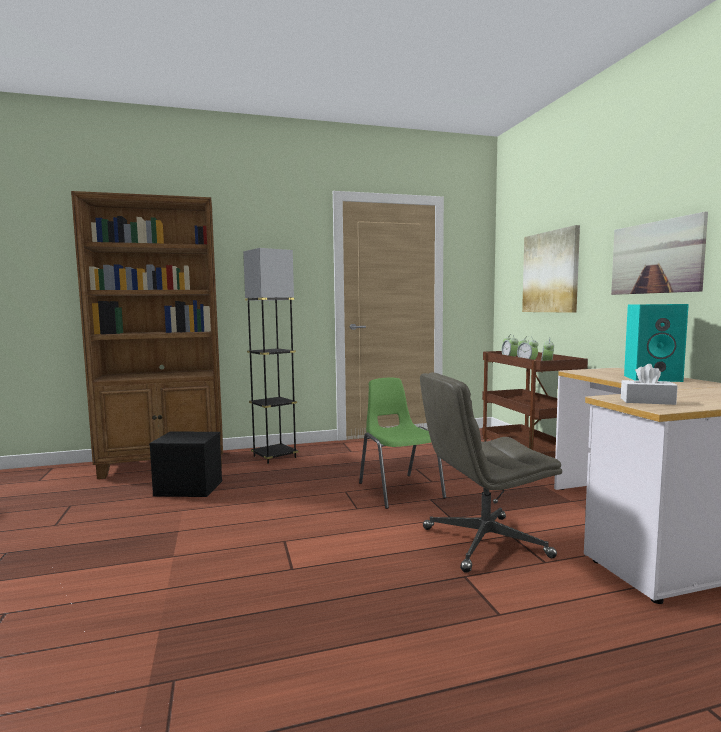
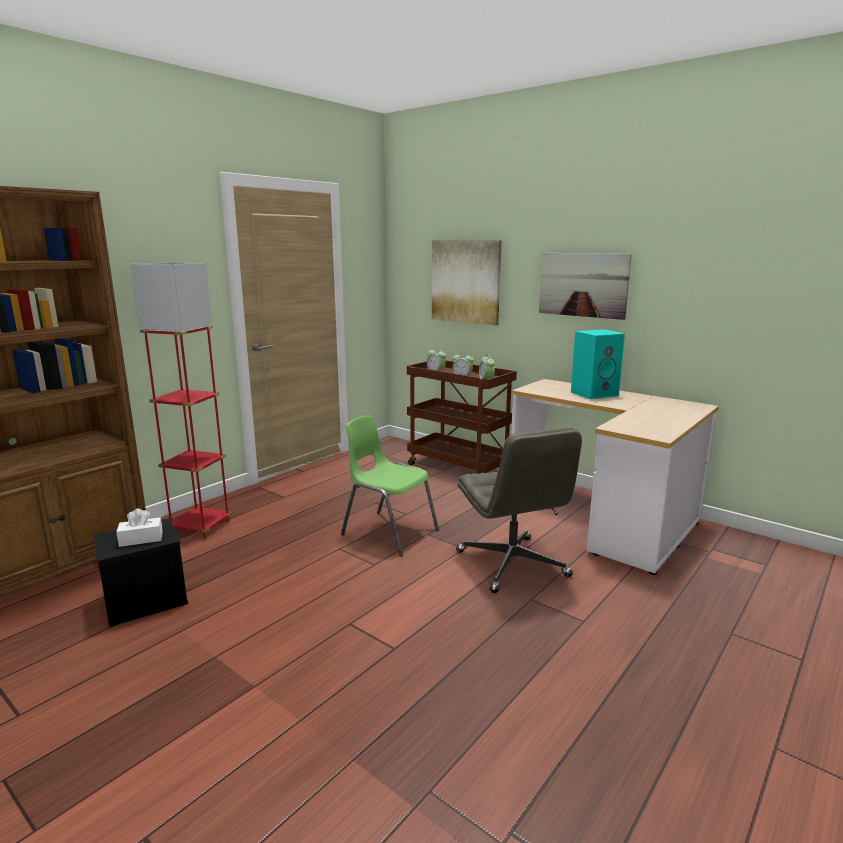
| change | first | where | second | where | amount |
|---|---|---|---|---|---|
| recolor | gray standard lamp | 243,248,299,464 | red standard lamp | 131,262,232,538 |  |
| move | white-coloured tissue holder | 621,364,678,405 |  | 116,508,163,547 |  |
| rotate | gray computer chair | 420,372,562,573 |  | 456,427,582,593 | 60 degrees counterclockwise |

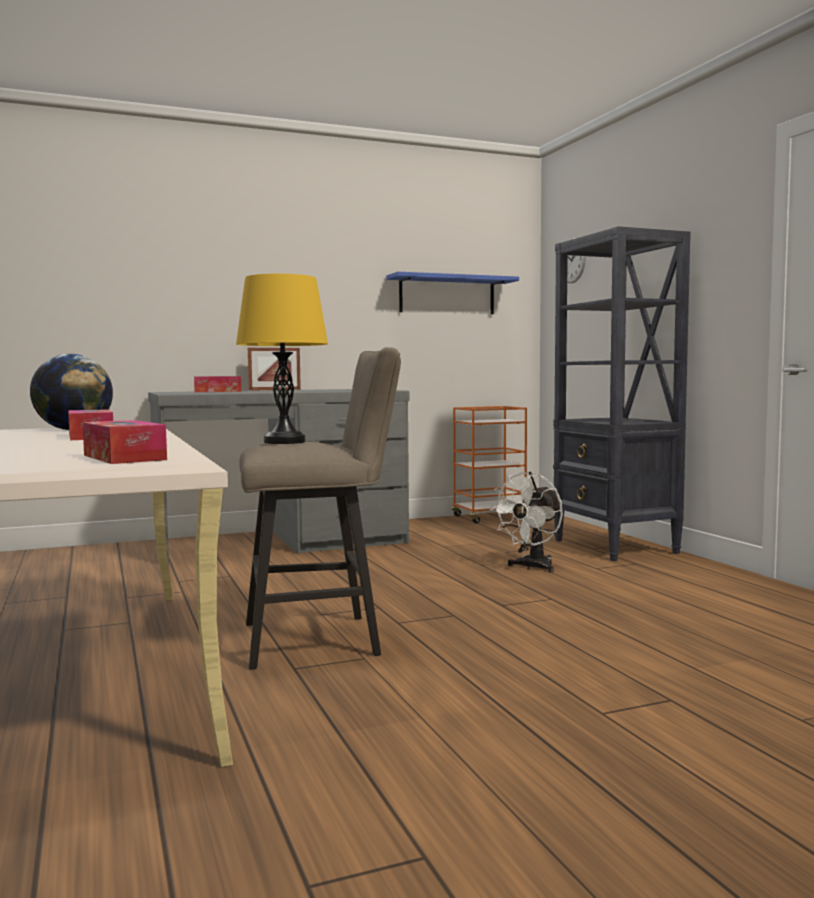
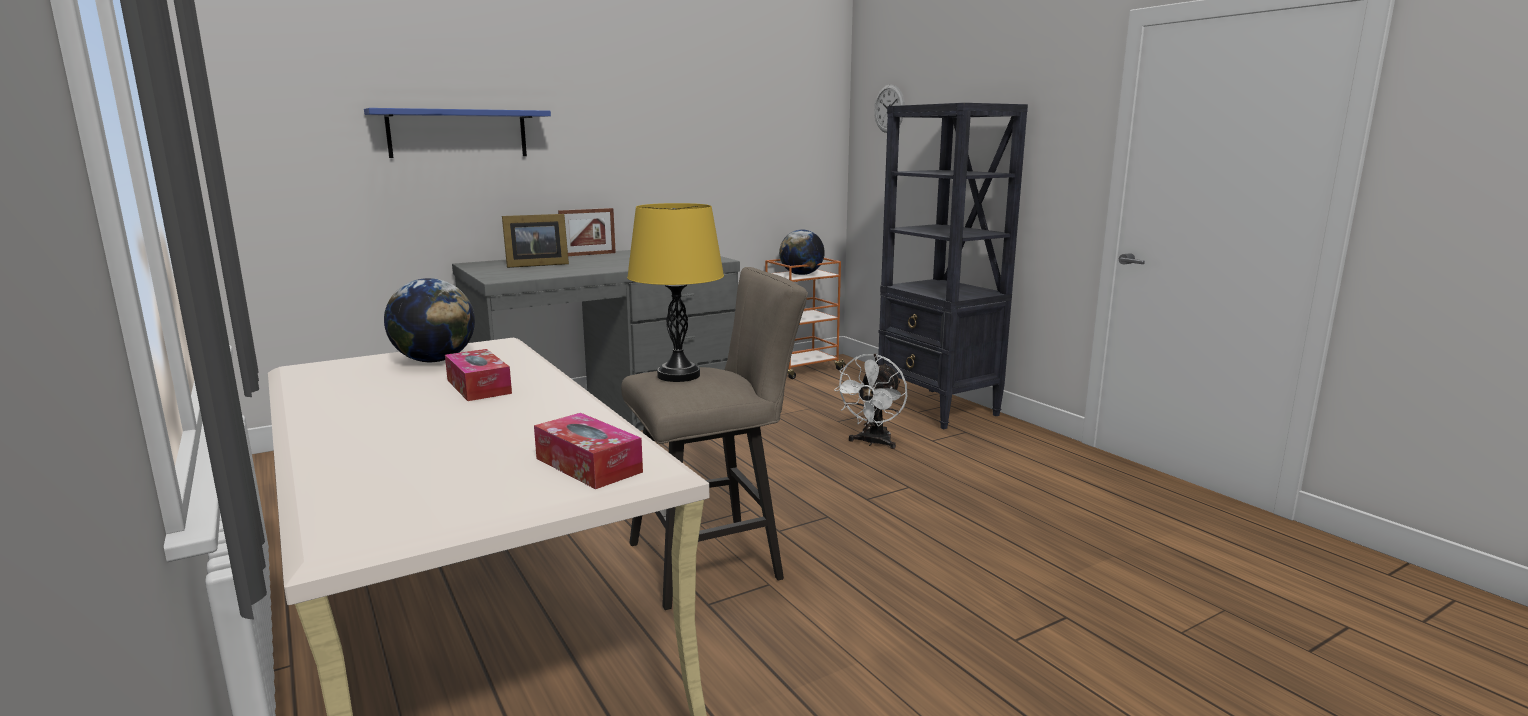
| change | first | where | second | where | amount |
|---|---|---|---|---|---|
| move | blue-coloured wall shelf | 386,272,519,314 |  | 364,108,551,158 |  |
| replace | tissue holder | 194,376,241,392 | standing frame | 502,214,569,268 |  |
| insert |  |  | desk globe | 779,229,825,275 |  |

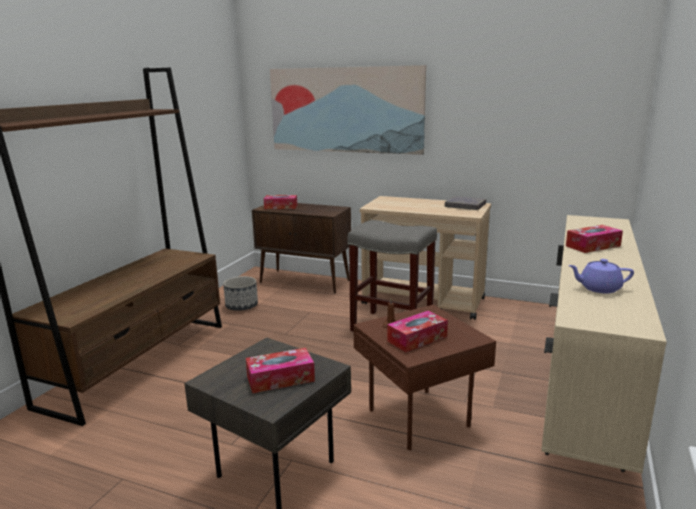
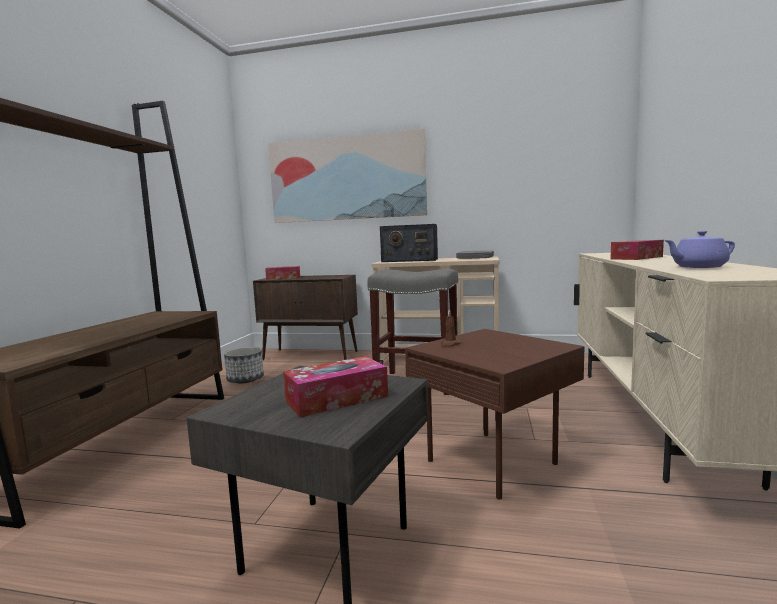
| change | first | where | second | where | amount |
|---|---|---|---|---|---|
| delete | tissue holder | 387,311,448,352 |  |  |  |
| insert |  |  | radio set | 380,224,438,262 |  |

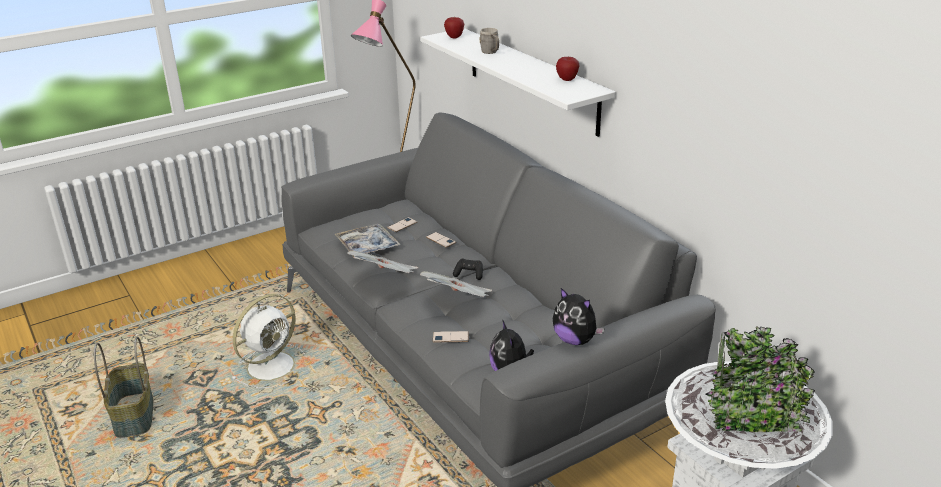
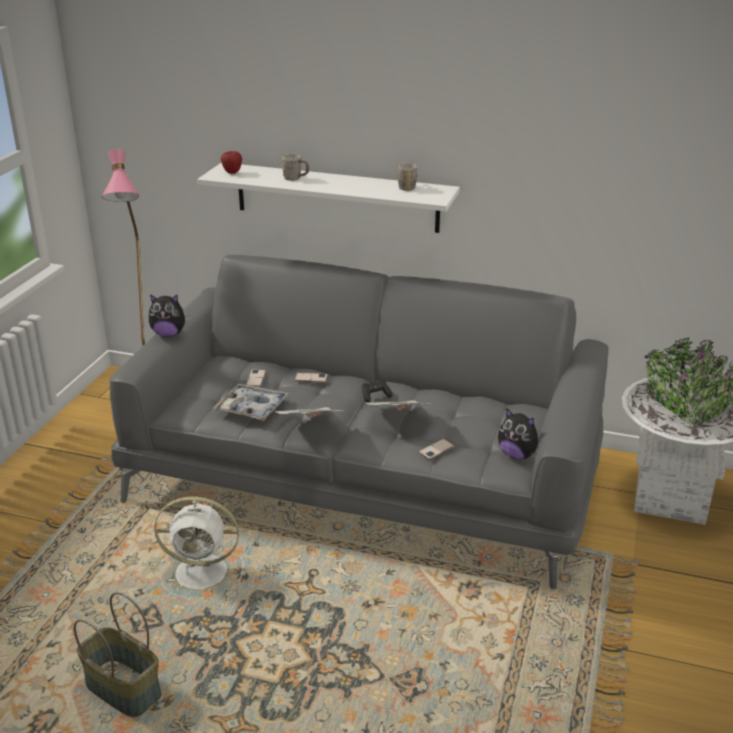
| change | first | where | second | where | amount |
|---|---|---|---|---|---|
| replace | apple | 556,57,580,81 | gray coffee mug | 397,163,418,191 |  |
| move | cuddly toy | 553,288,605,345 |  | 149,294,190,337 |  |
| rotate | white-coloured cooling fan | 231,294,305,389 |  | 154,497,244,599 | 90 degrees clockwise |

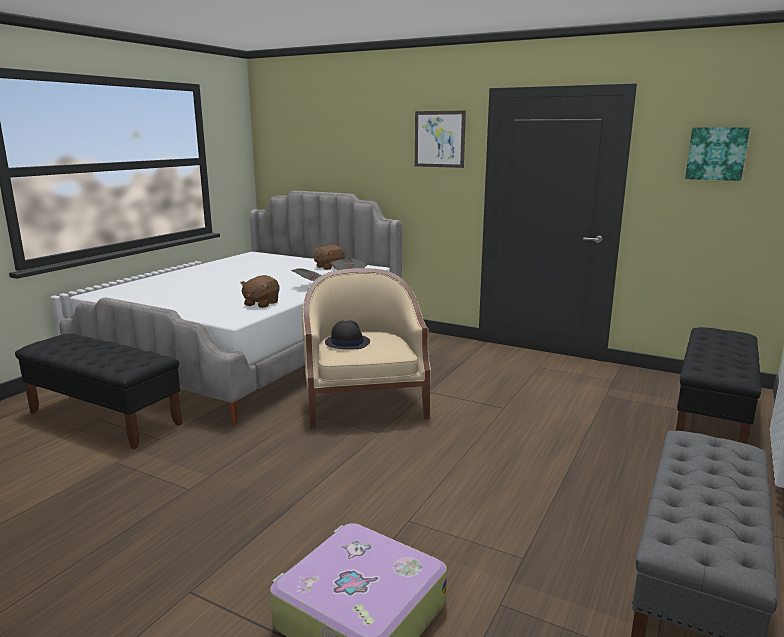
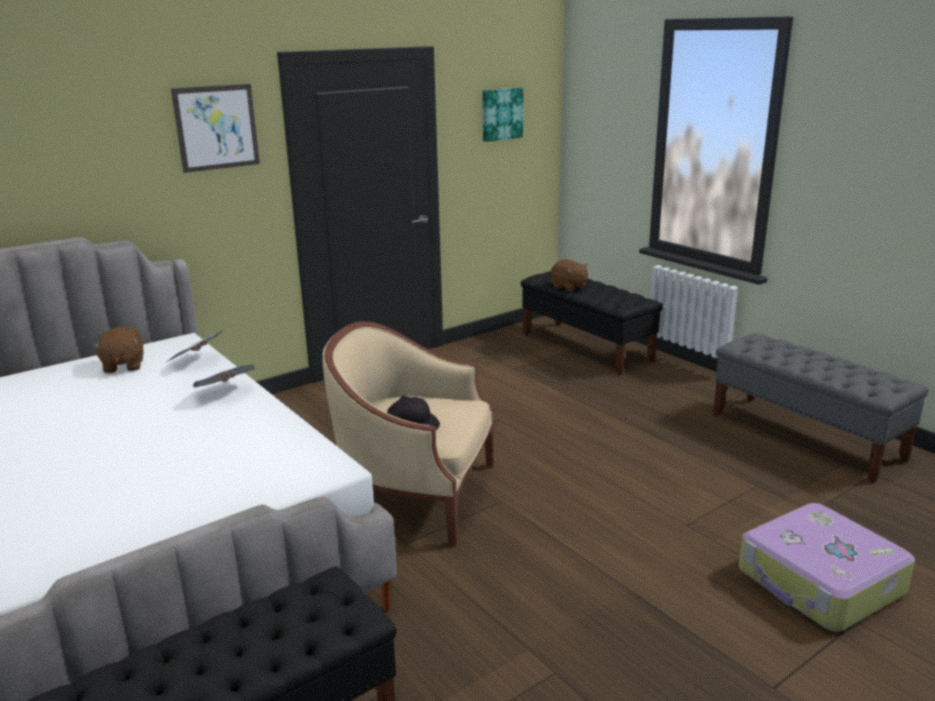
| change | first | where | second | where | amount |
|---|---|---|---|---|---|
| move | brown cuddly toy | 240,275,279,308 |  | 551,259,588,291 |  |

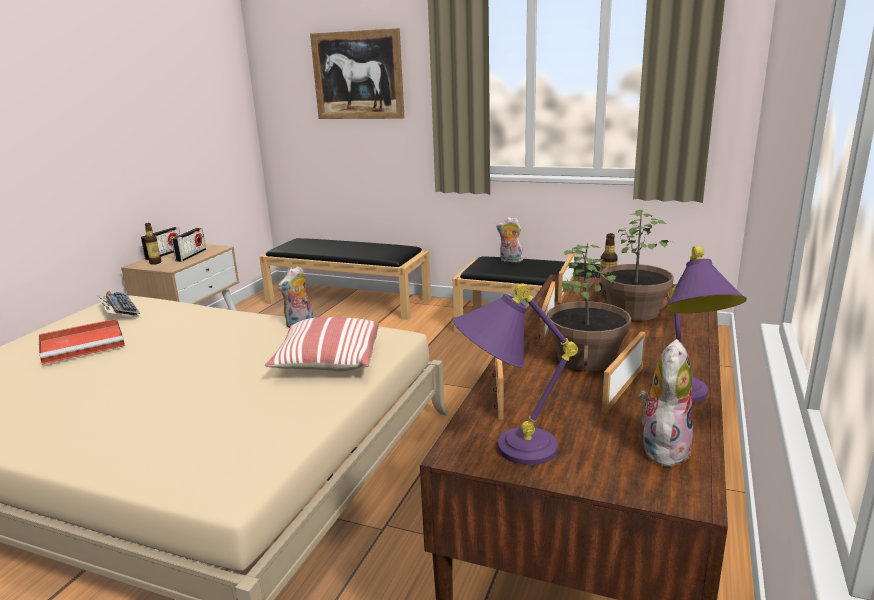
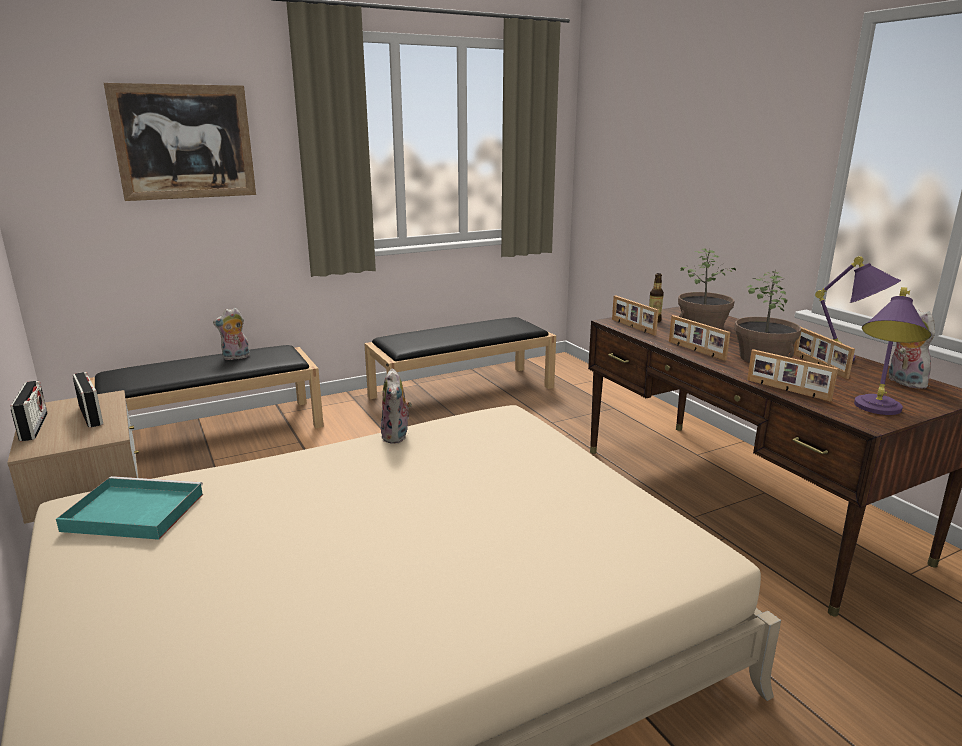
| change | first | where | second | where | amount |
|---|---|---|---|---|---|
| move | cuddly toy | 496,217,523,262 |  | 213,308,250,360 |  |
| delete | beverage bottle | 145,223,161,265 |  |  |  |
| replace | PC keyboard | 97,291,140,317 | blue-green tray | 56,476,203,540 |  |
| delete | pillow | 265,317,379,371 |  |  |  |
| delete | red tray | 39,319,125,364 |  |  |  |

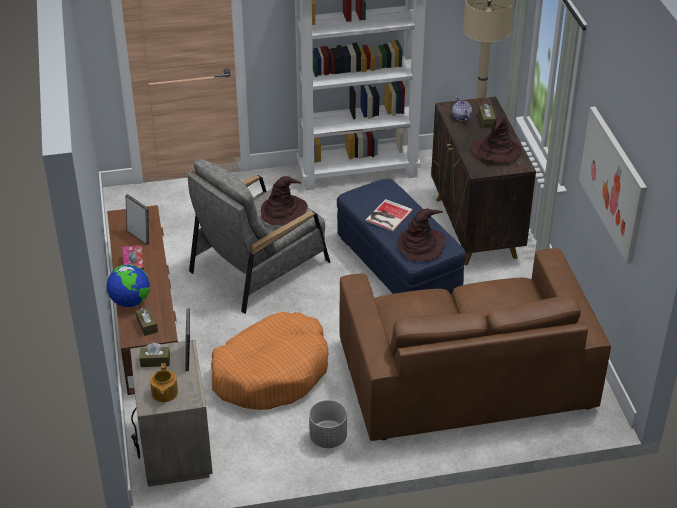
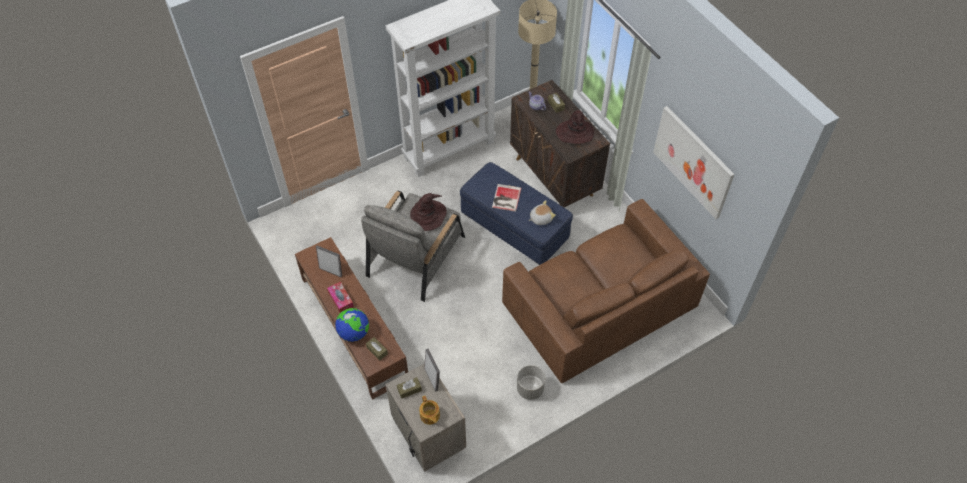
| change | first | where | second | where | amount |
|---|---|---|---|---|---|
| replace | brown wearable hat | 397,208,446,261 | cuddly toy | 529,200,556,225 |  |
| delete | orangey pet bed | 211,311,329,410 |  |  |  |

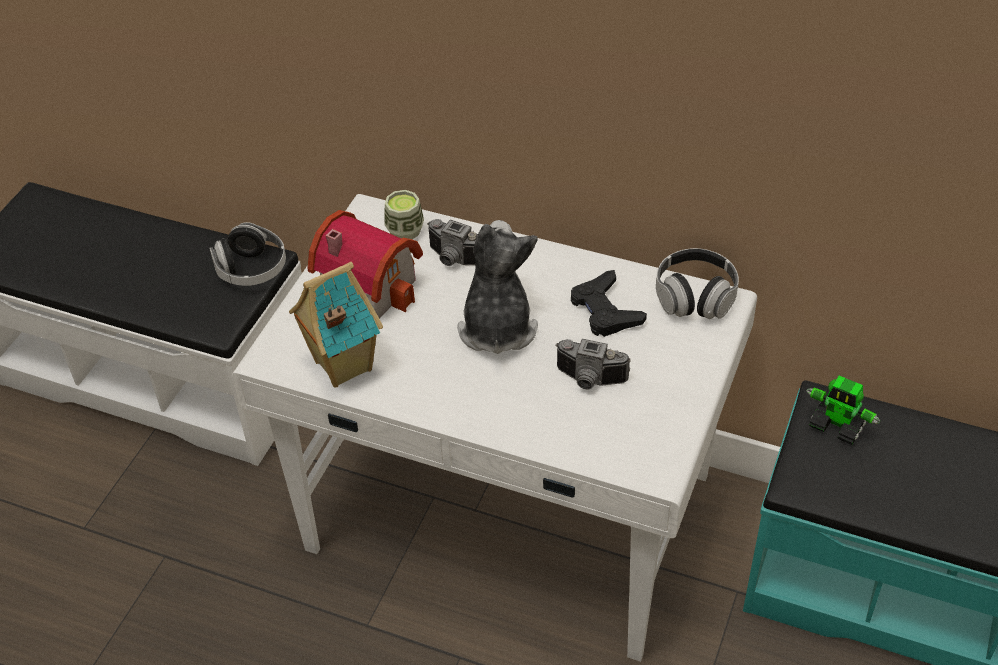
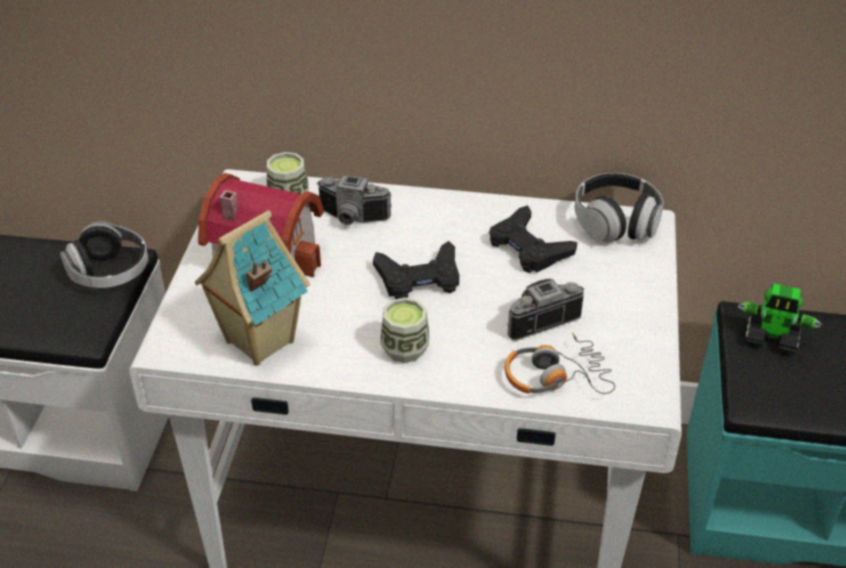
| change | first | where | second | where | amount |
|---|---|---|---|---|---|
| replace | cuddly toy | 457,220,538,354 | black-coloured game controller | 373,241,459,299 |  |
| rotate | still camera | 555,339,631,389 |  | 507,279,585,341 | 150 degrees clockwise |
| insert |  |  | small cup | 380,297,429,363 |  |
| insert |  |  | headset | 505,333,615,394 |  |

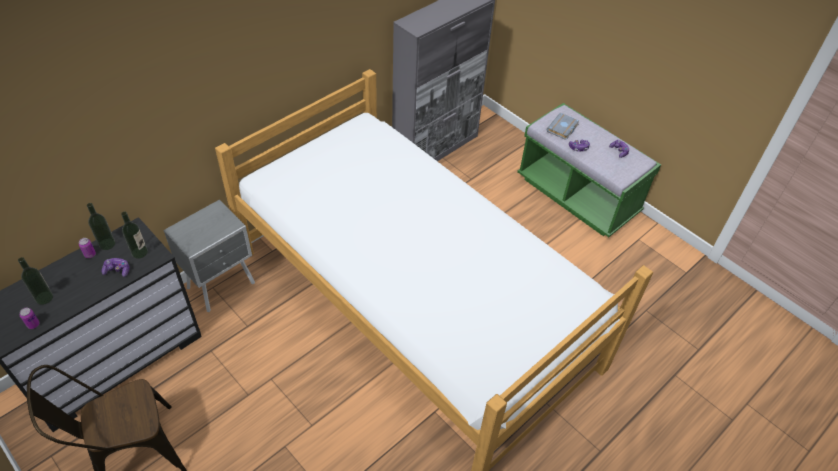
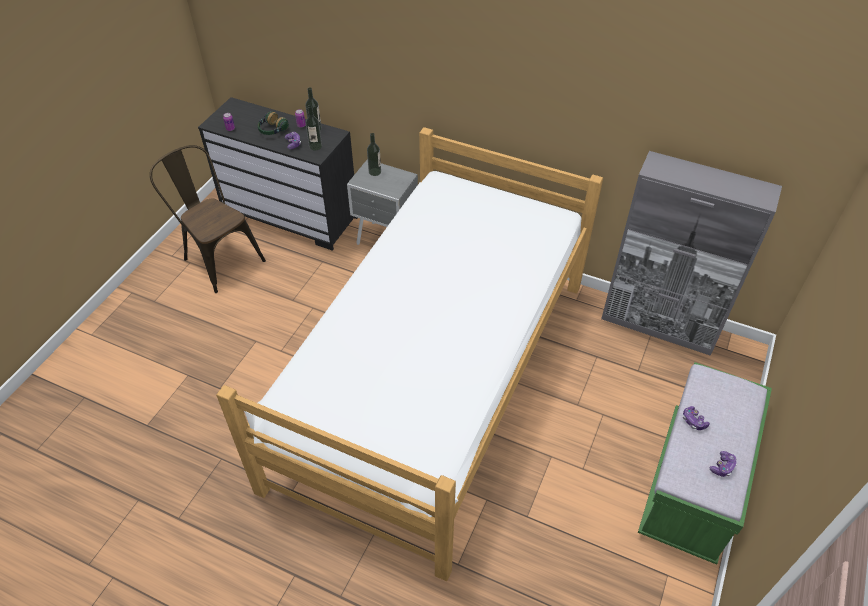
| change | first | where | second | where | amount |
|---|---|---|---|---|---|
| delete | gray volume | 546,113,579,140 |  |  |  |
| move | beverage bottle | 18,257,53,305 |  | 367,133,381,176 |  |
| insert |  |  | headset | 258,111,289,135 |  |

